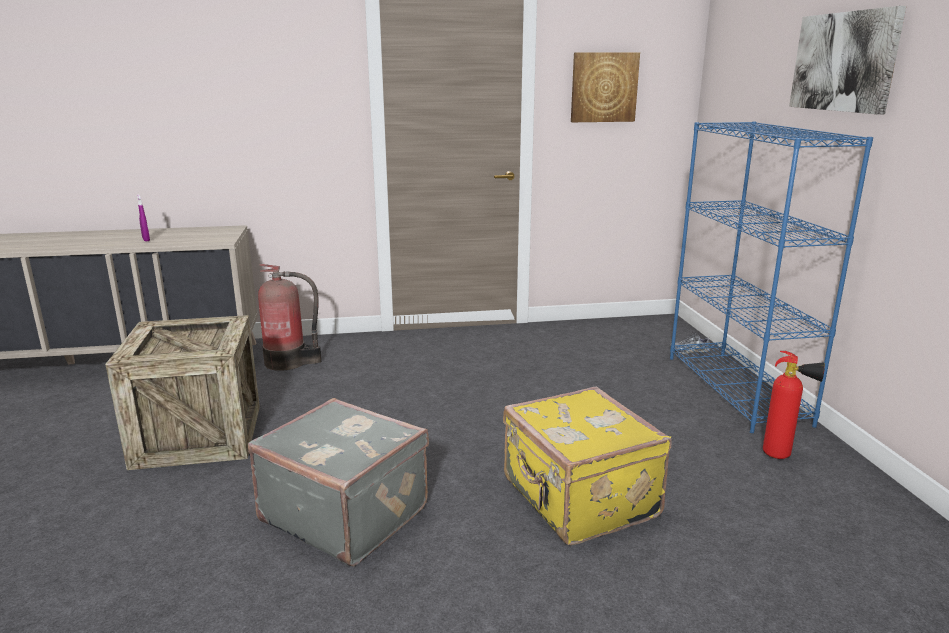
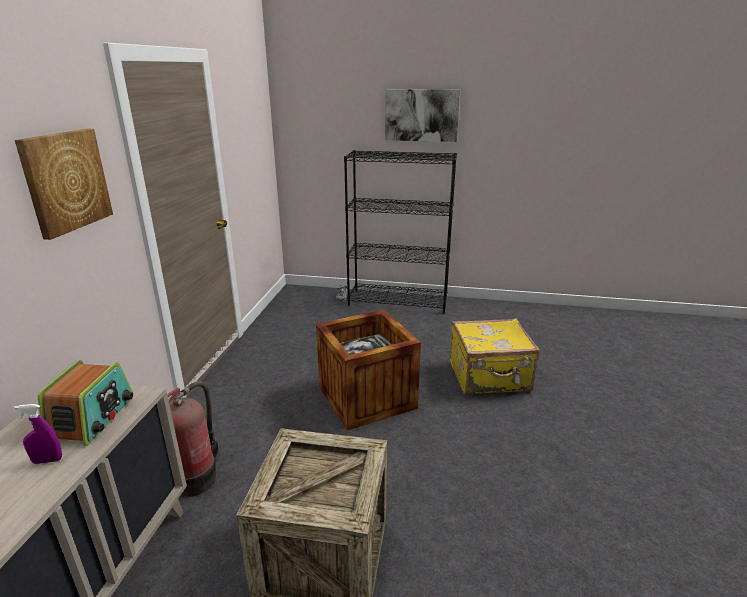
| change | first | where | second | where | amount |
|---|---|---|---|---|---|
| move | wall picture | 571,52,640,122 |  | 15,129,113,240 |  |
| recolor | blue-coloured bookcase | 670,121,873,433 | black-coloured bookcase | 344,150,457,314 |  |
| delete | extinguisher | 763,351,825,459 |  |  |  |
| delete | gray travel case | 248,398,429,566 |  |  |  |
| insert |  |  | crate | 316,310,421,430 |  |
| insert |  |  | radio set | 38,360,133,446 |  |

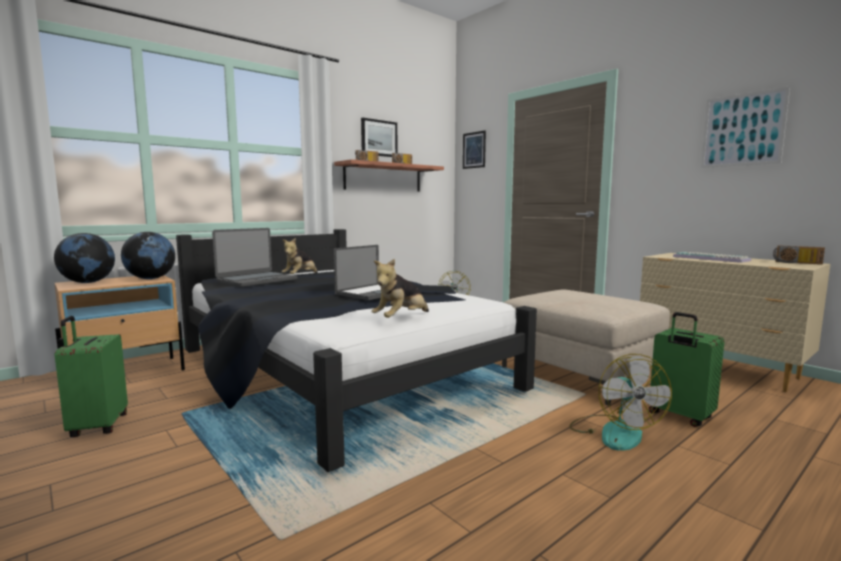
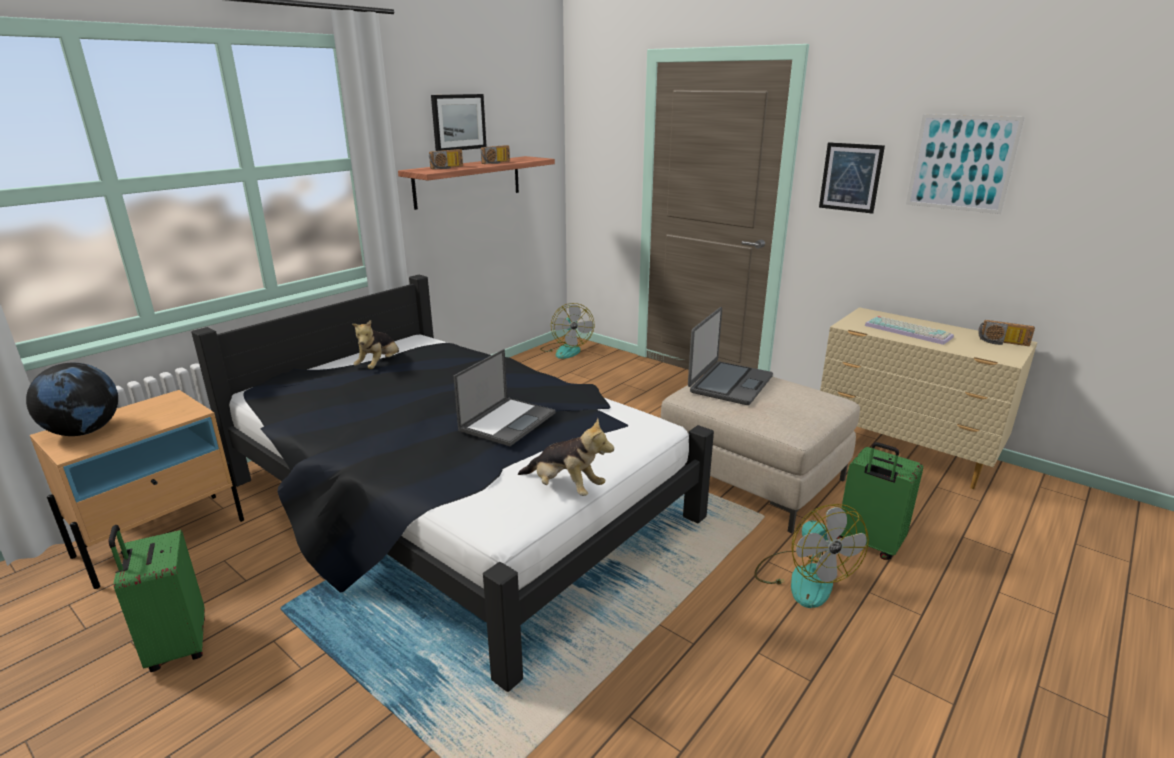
| change | first | where | second | where | amount |
|---|---|---|---|---|---|
| move | wall picture | 463,130,486,169 |  | 819,142,885,214 |  |
| move | portable computer | 212,228,297,287 |  | 688,307,773,405 |  |
| delete | desk globe | 121,232,175,279 |  |  |  |
| rotate | cuddly toy | 372,258,429,318 |  | 518,418,614,496 | 90 degrees counterclockwise |

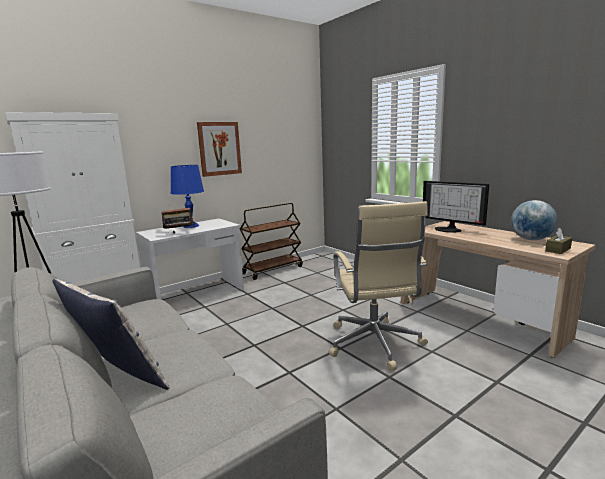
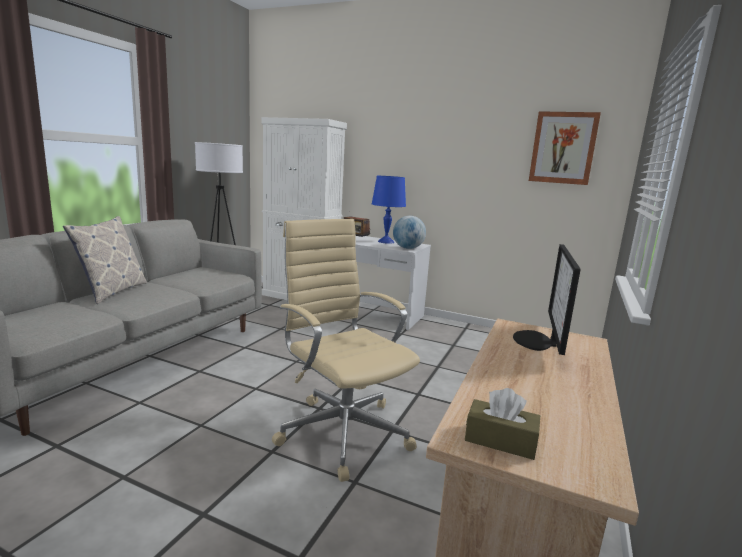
| change | first | where | second | where | amount |
|---|---|---|---|---|---|
| move | wall picture | 197,122,242,177 |  | 529,111,601,185 |  |
| move | desk globe | 511,200,558,240 |  | 393,216,426,249 |  |
| rotate | beige-coloured computer chair | 329,201,428,371 |  | 272,219,420,482 | 90 degrees clockwise |
| delete | brown wheeled cart | 240,203,303,280 |  |  |  |

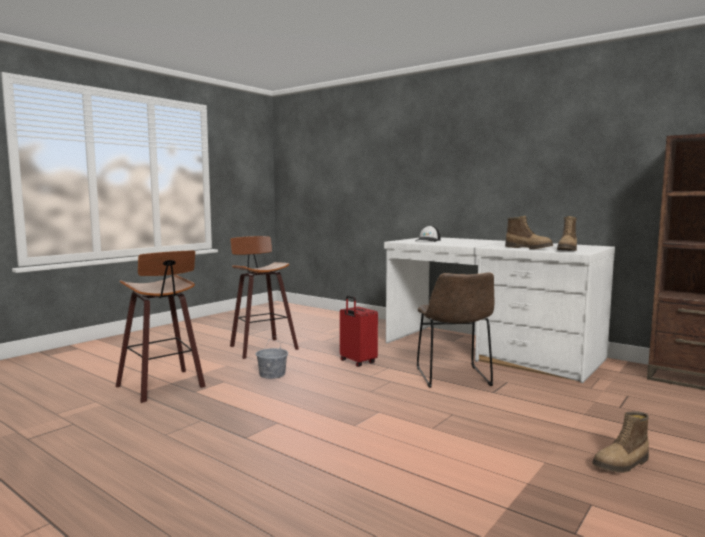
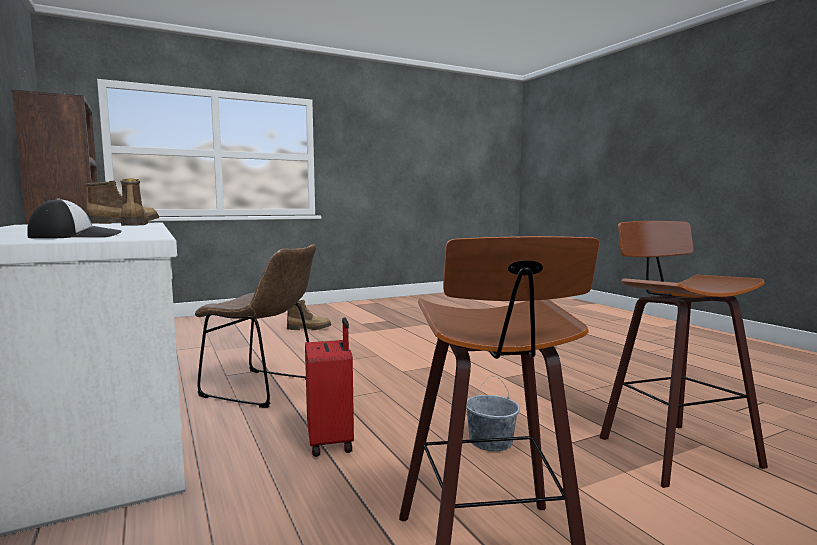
| change | first | where | second | where | amount |
|---|---|---|---|---|---|
| rotate | brown plain chair | 417,273,494,388 |  | 195,245,316,408 | 90 degrees clockwise |

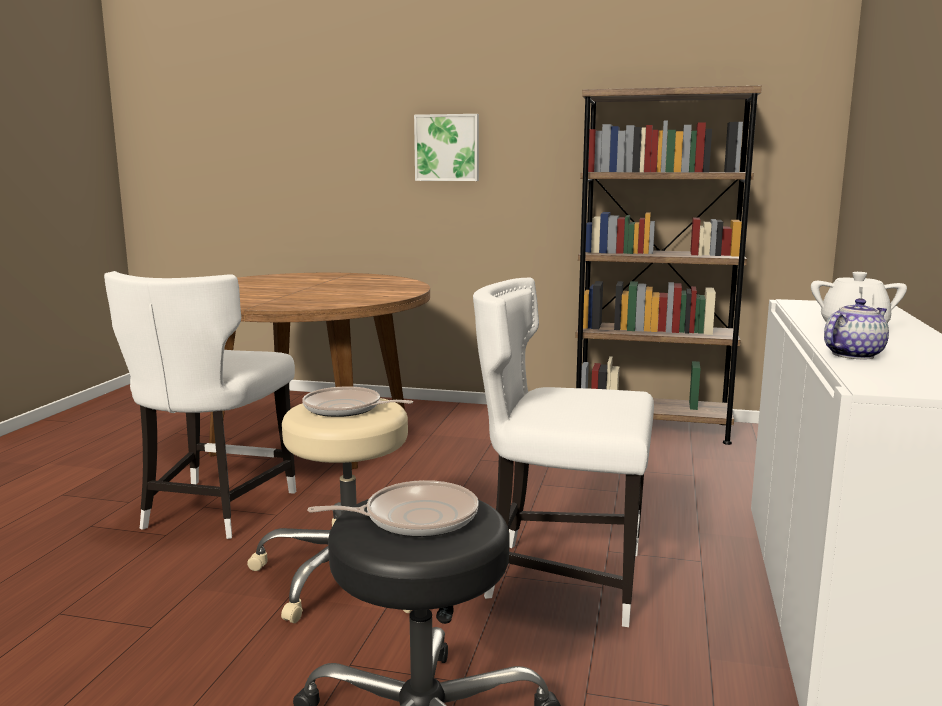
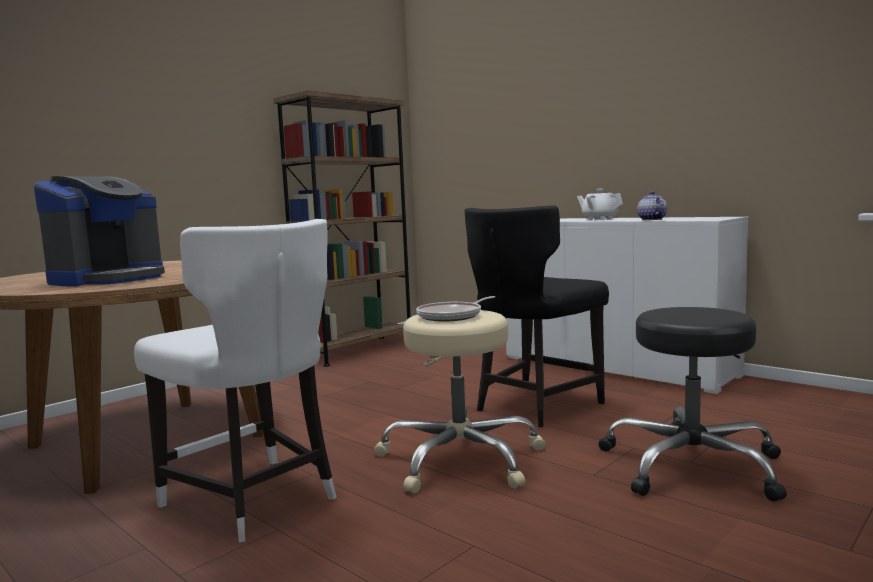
| change | first | where | second | where | amount |
|---|---|---|---|---|---|
| delete | wall picture | 414,114,479,181 |  |  |  |
| recolor | white-coloured plain chair | 473,277,654,627 | black-coloured plain chair | 465,205,609,427 |  |
| delete | skillet | 307,480,479,537 |  |  |  |
| insert |  |  | coffee maker | 34,176,165,287 |  |

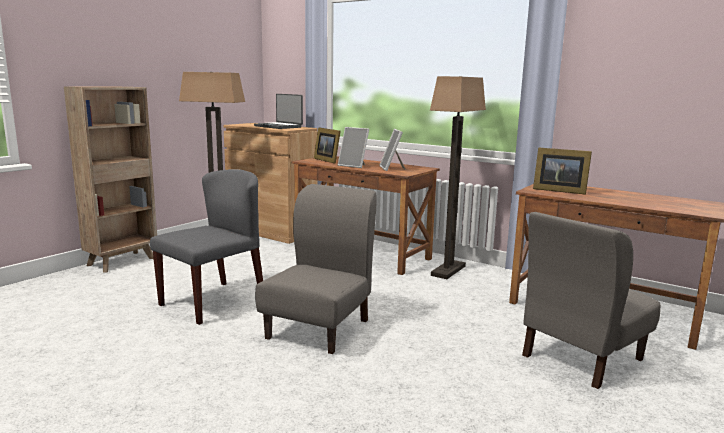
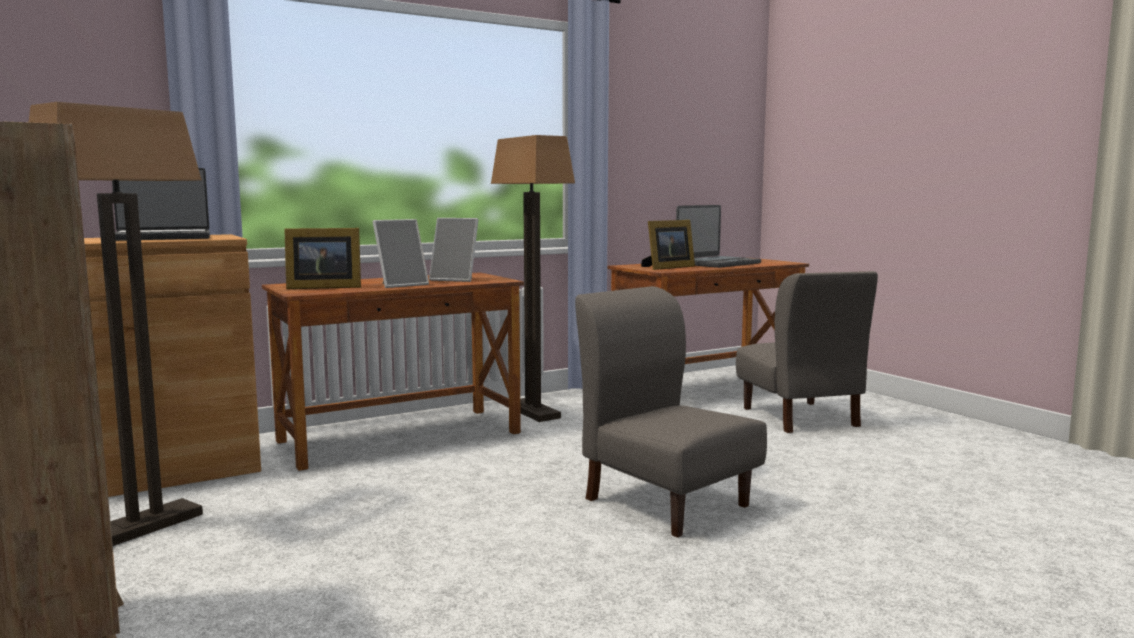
| change | first | where | second | where | amount |
|---|---|---|---|---|---|
| delete | gray plain chair | 150,169,263,325 |  |  |  |
| insert |  |  | portable computer | 676,205,761,268 |  |

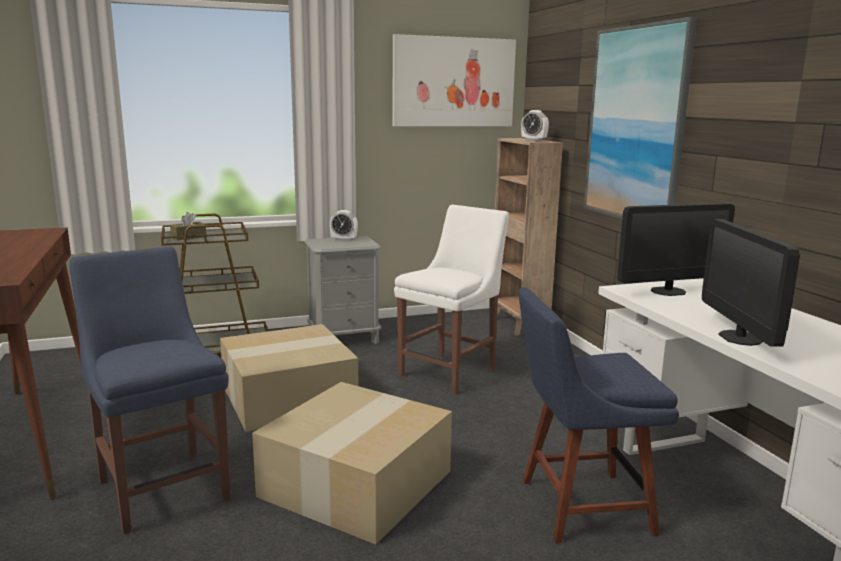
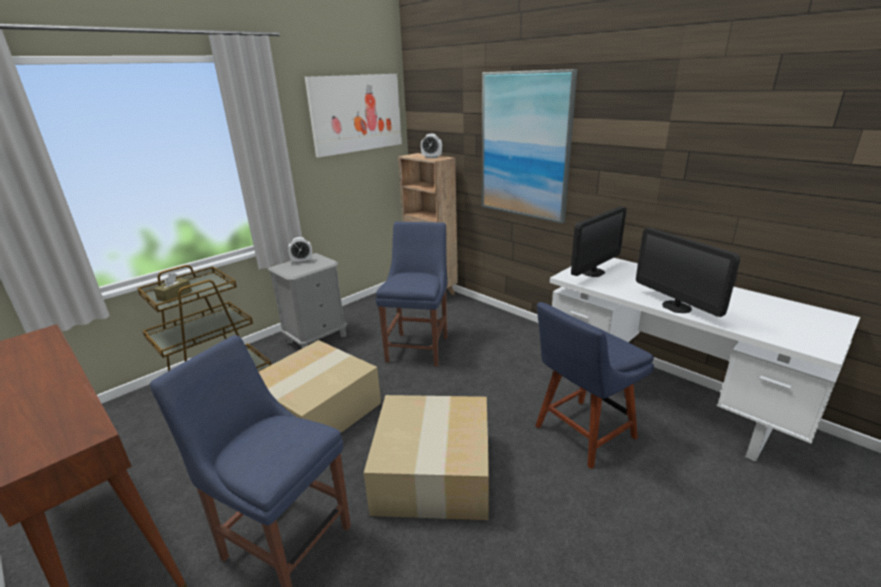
| change | first | where | second | where | amount |
|---|---|---|---|---|---|
| recolor | white-coloured plain chair | 394,205,509,394 | blue-coloured plain chair | 376,221,448,367 |  |

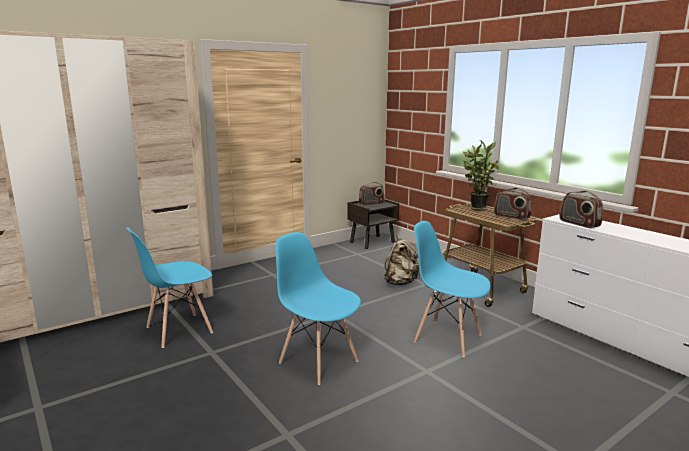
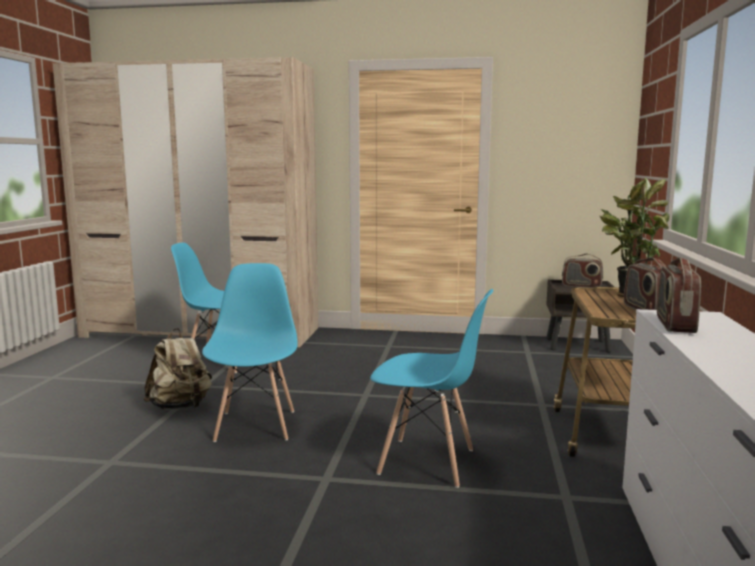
| change | first | where | second | where | amount |
|---|---|---|---|---|---|
| rotate | blue-coloured plain chair | 414,221,491,357 |  | 370,289,493,488 | 120 degrees clockwise |
| move | beige-coloured rucksack | 385,235,420,285 |  | 143,328,212,409 |  |

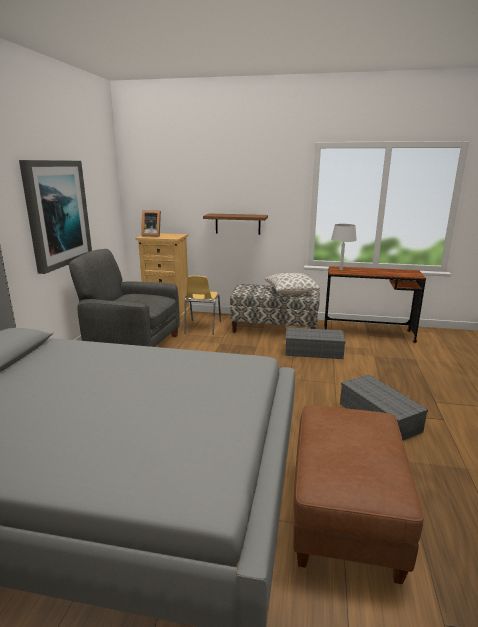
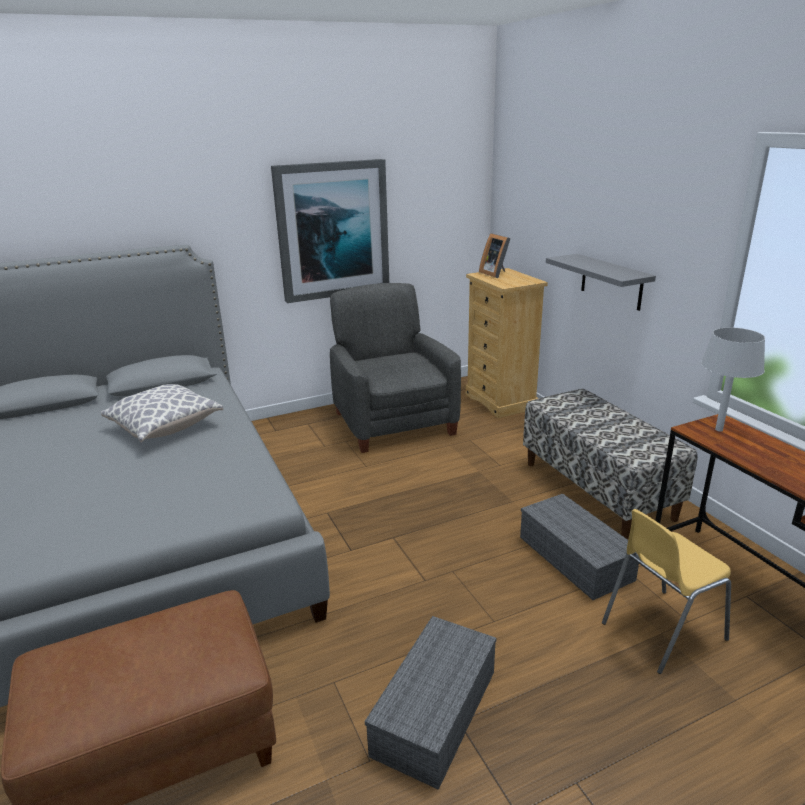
| change | first | where | second | where | amount |
|---|---|---|---|---|---|
| recolor | brown wall shelf | 203,213,268,235 | gray wall shelf | 546,254,656,311 |  |
| move | pillow | 265,273,320,295 |  | 101,384,223,442 |  |
| move | yellow-coloured plain chair | 184,276,221,335 |  | 602,509,731,674 |  |

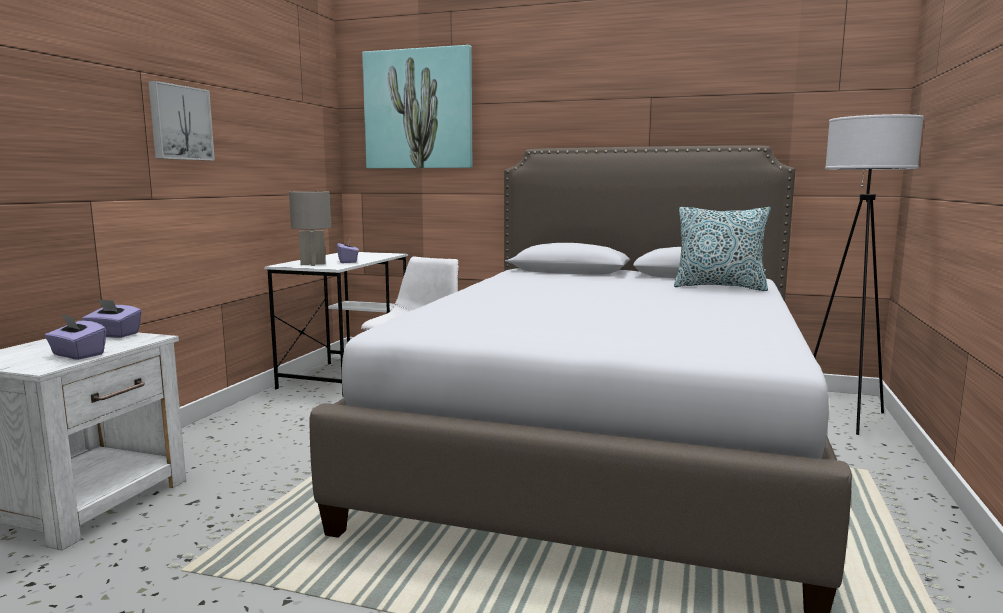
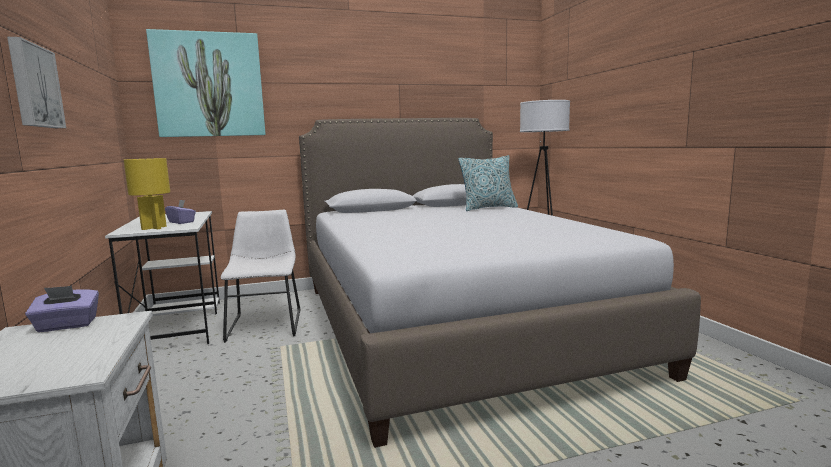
| change | first | where | second | where | amount |
|---|---|---|---|---|---|
| recolor | gray table lamp | 289,191,331,266 | yellow-coloured table lamp | 124,158,170,230 |  |
| delete | purple tissue holder | 45,314,106,360 |  |  |  |

